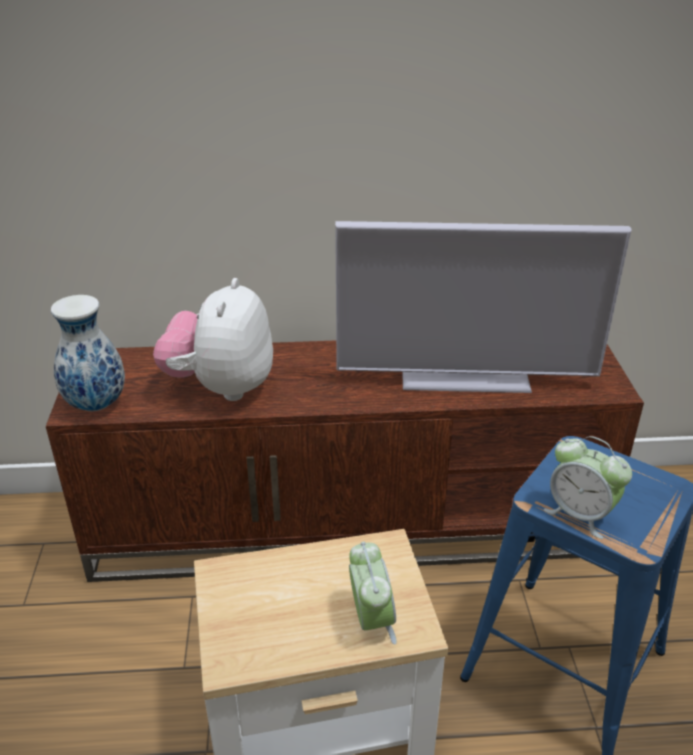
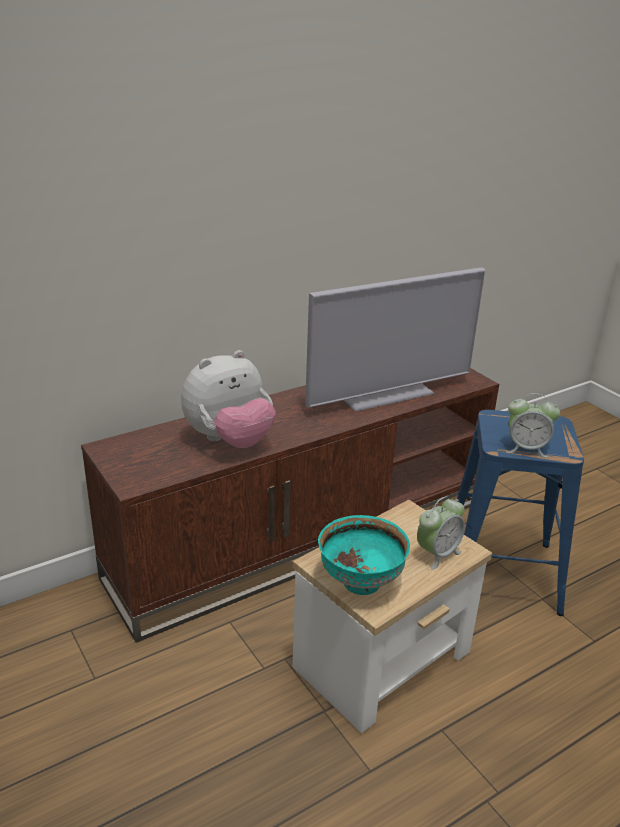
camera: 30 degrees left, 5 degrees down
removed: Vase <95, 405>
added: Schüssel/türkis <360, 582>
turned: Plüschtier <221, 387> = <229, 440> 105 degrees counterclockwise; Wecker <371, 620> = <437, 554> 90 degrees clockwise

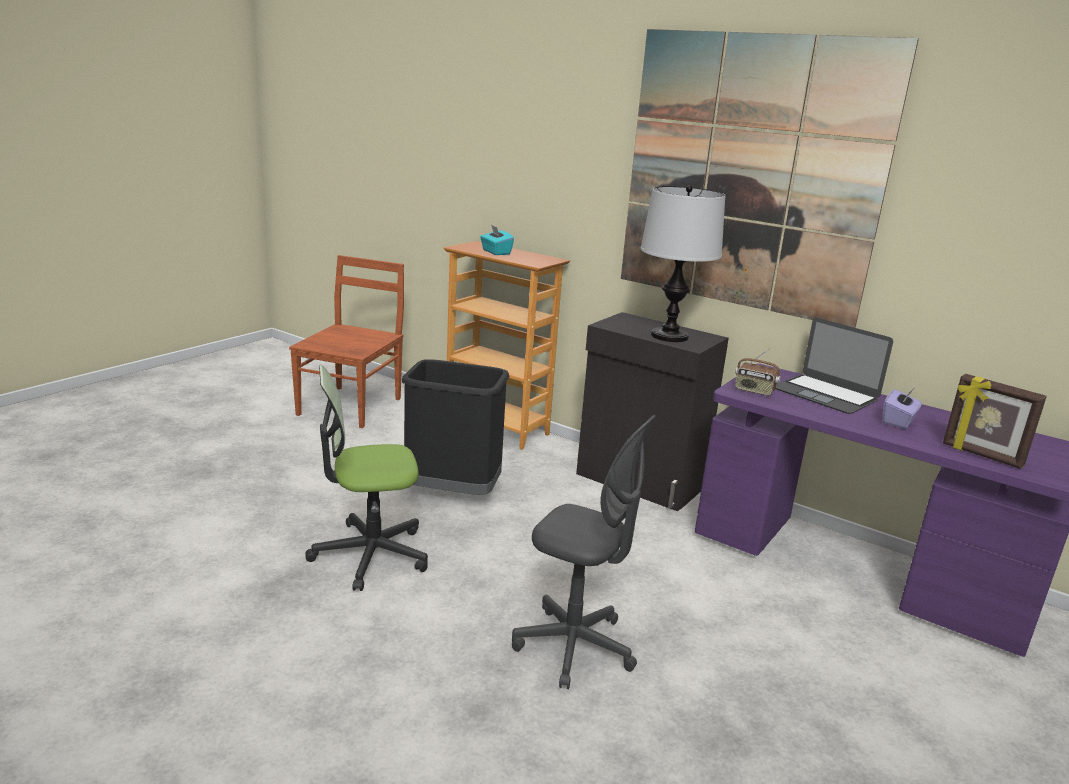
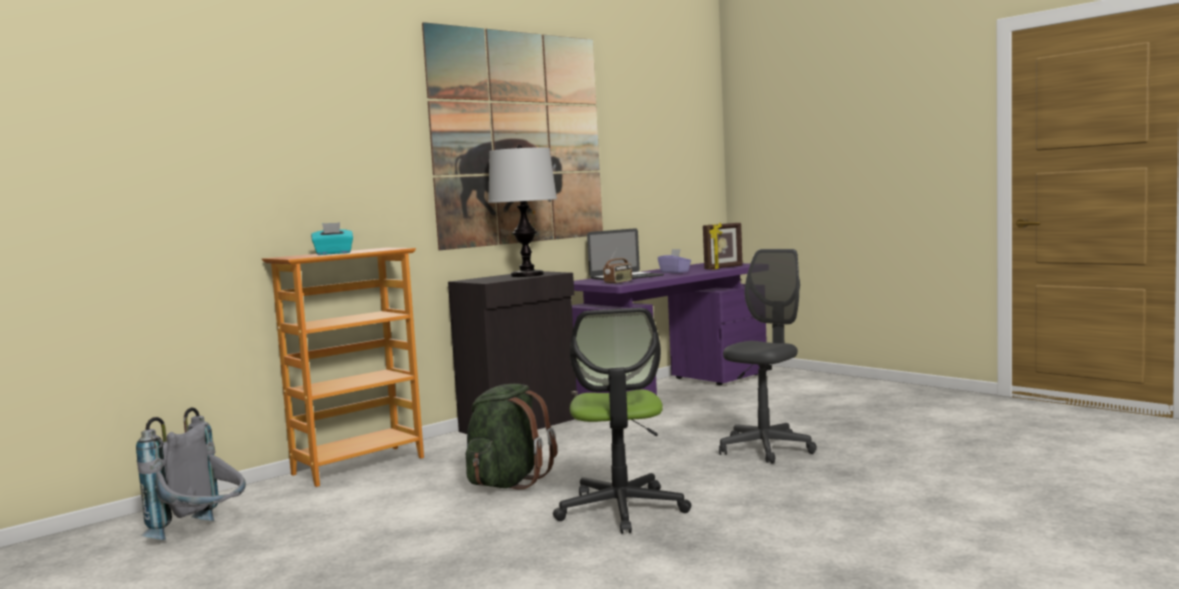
camera: 75 degrees left, 15 degrees down
replaced: Stuhl/braun <351, 405> to Rucksack/grau <203, 535>; Mülleimer/schwarz <452, 493> to Rucksack/grün <507, 482>

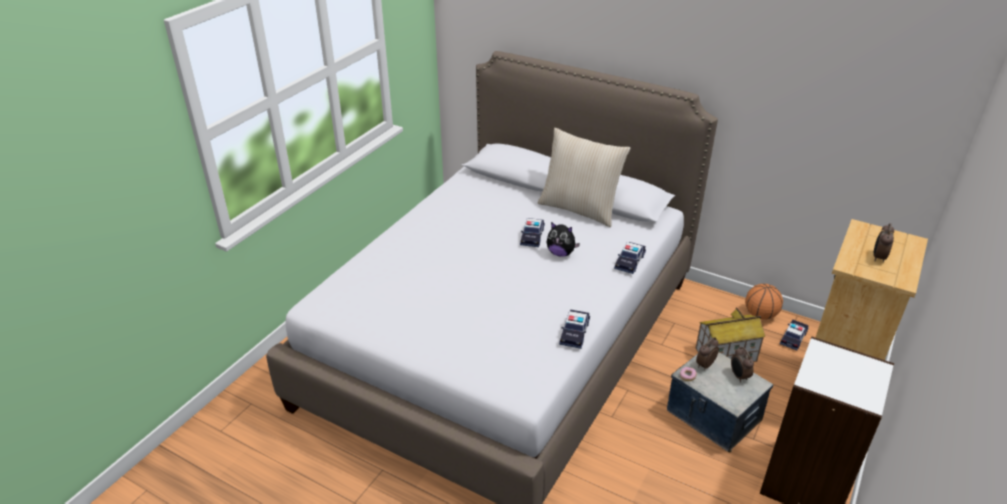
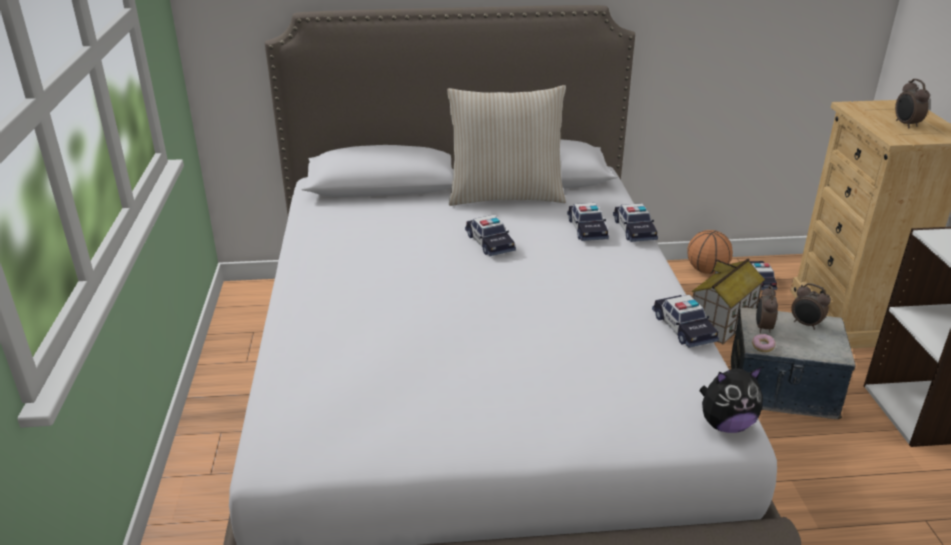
camera: 35 degrees left, 5 degrees down
added: Spielzeugauto <587, 229>
moved: Plüschtier <561, 253> to <725, 424>

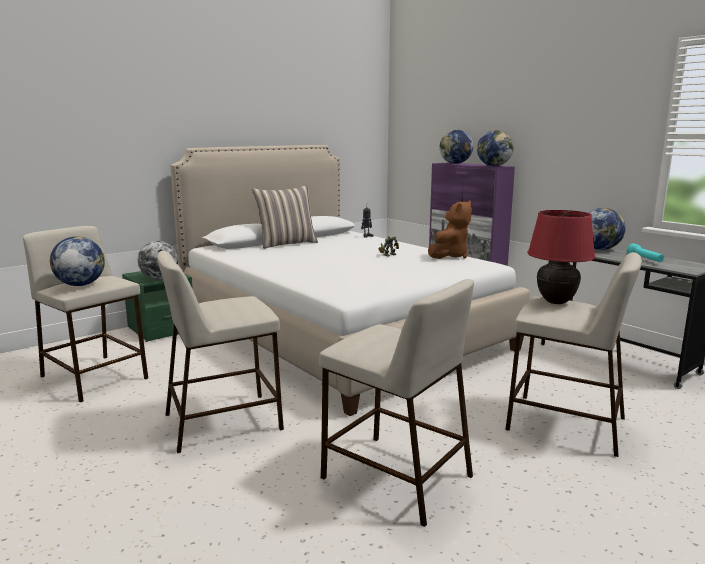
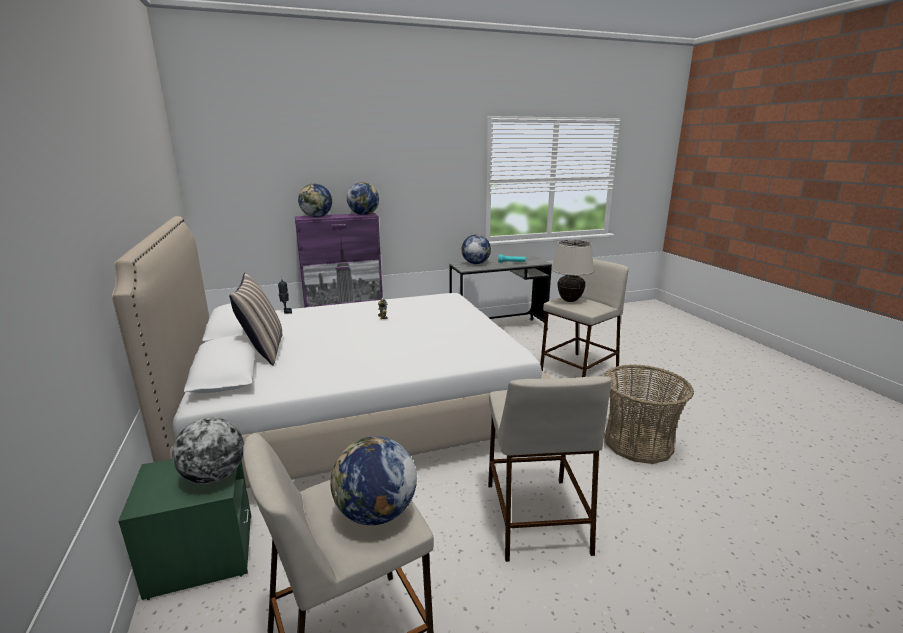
camera: 70 degrees left, 5 degrees up
removed: Plüschtier/braun <449, 256>
replaced: Hocker/beige <394, 476> to Korb <638, 443>
recoloured: Tischlampe/rot <555, 302> to Tischlampe/beige <569, 300>

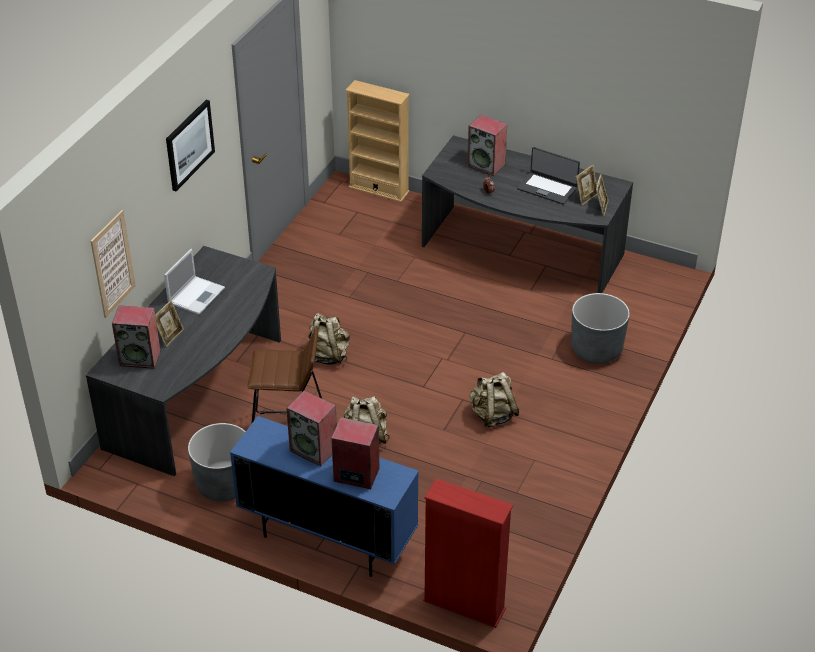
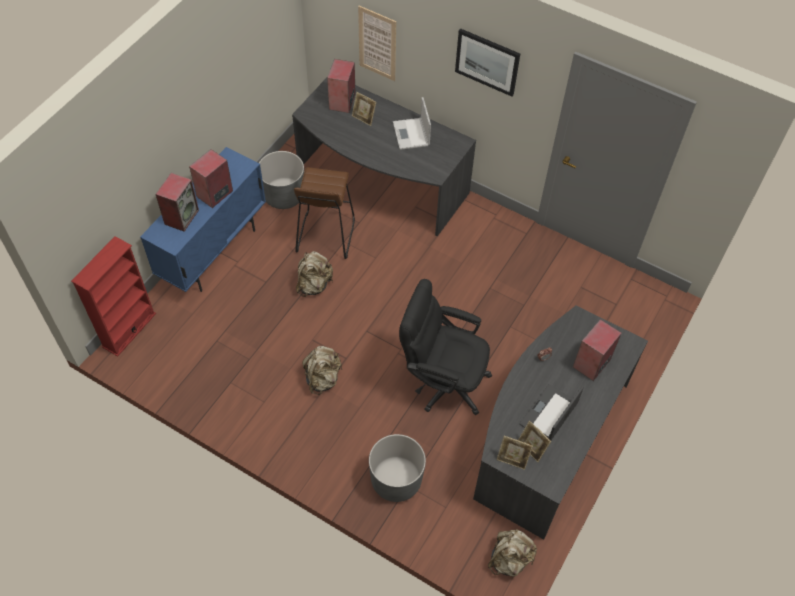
camera: 95 degrees right, 15 degrees up
removed: Bücherregal/beige <379, 189>
added: Bürostuhl/schwarz <442, 380>
moved: Rucksack/beige <328, 355> to <510, 559>
turned: Laptop <197, 295> = <411, 134> 45 degrees clockwise

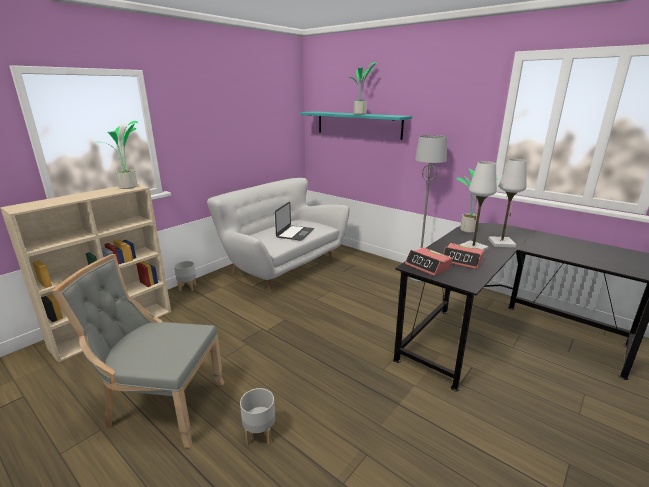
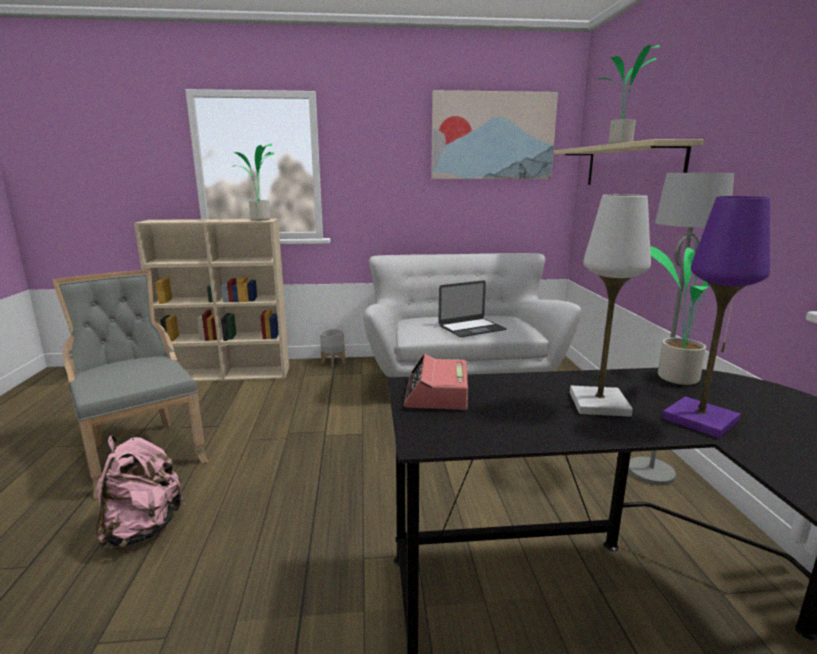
camera: 45 degrees right, 5 degrees down
removed: Wecker <462, 261>
added: Bild <492, 136>
replaced: Pflanzkübel/grau <259, 434> to Rucksack/rosa <143, 529>
recoloured: Wandregal/türkis <358, 124> to Wandregal/beige <631, 166>; Tischlampe/weiß <501, 243> to Tischlampe/lila <700, 420>

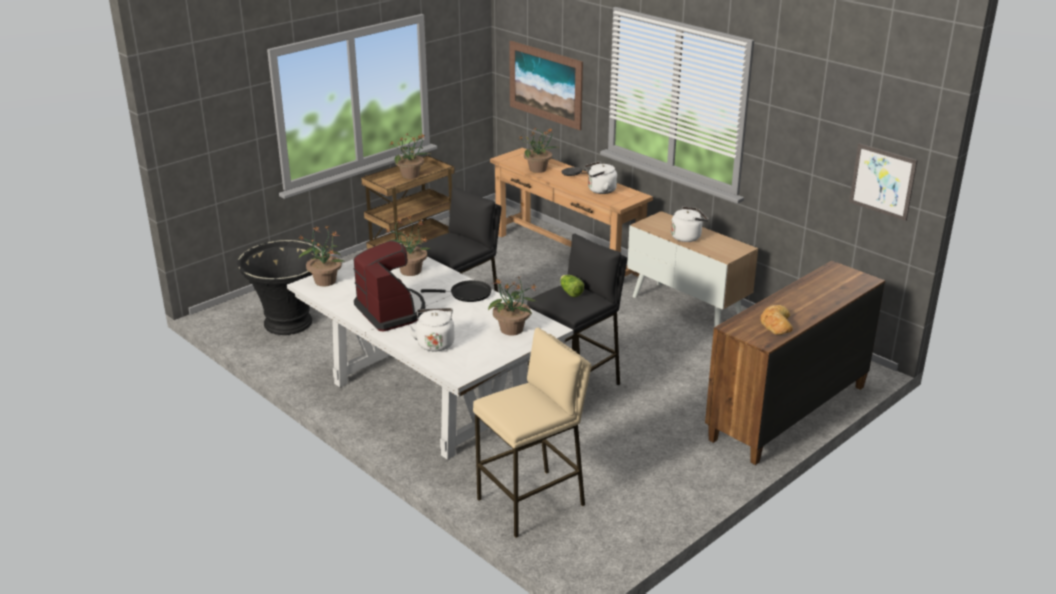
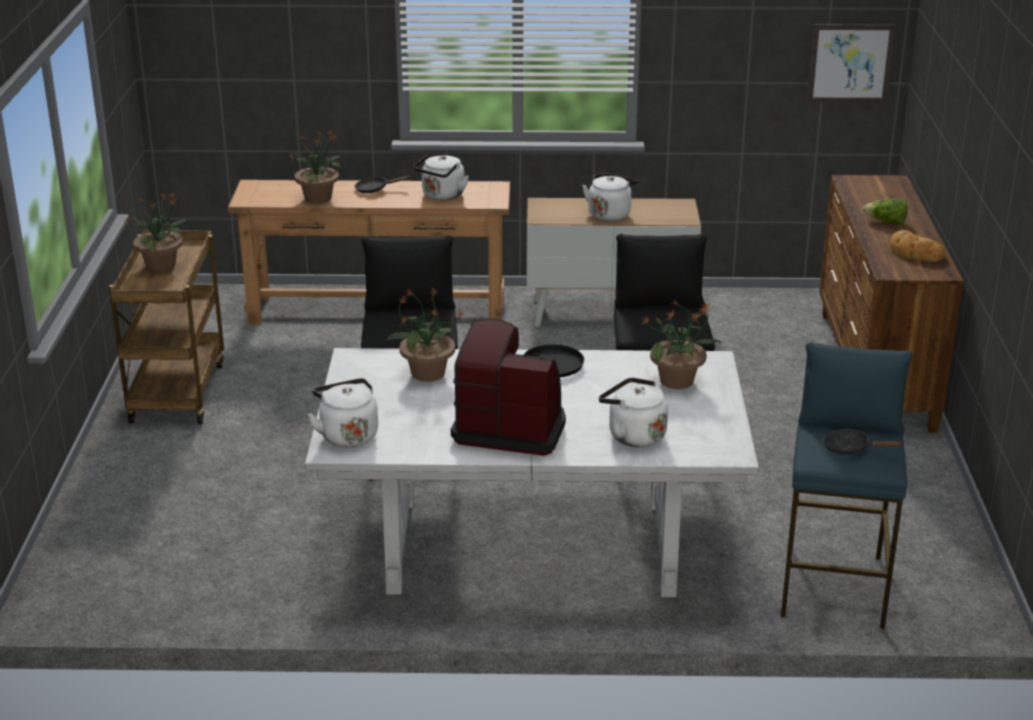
camera: 45 degrees left, 0 degrees up
removed: Pflanzkübel/schwarz <288, 324>; Bild <545, 84>
added: Pfanne/schwarz <851, 448>
moved: Salatkopf <570, 292> to <886, 222>
replaced: Topfpflanze <325, 281> to Wasserkessel/weiß <347, 435>
recoloured: Hocker/beige <532, 502> to Hocker/blau <834, 585>

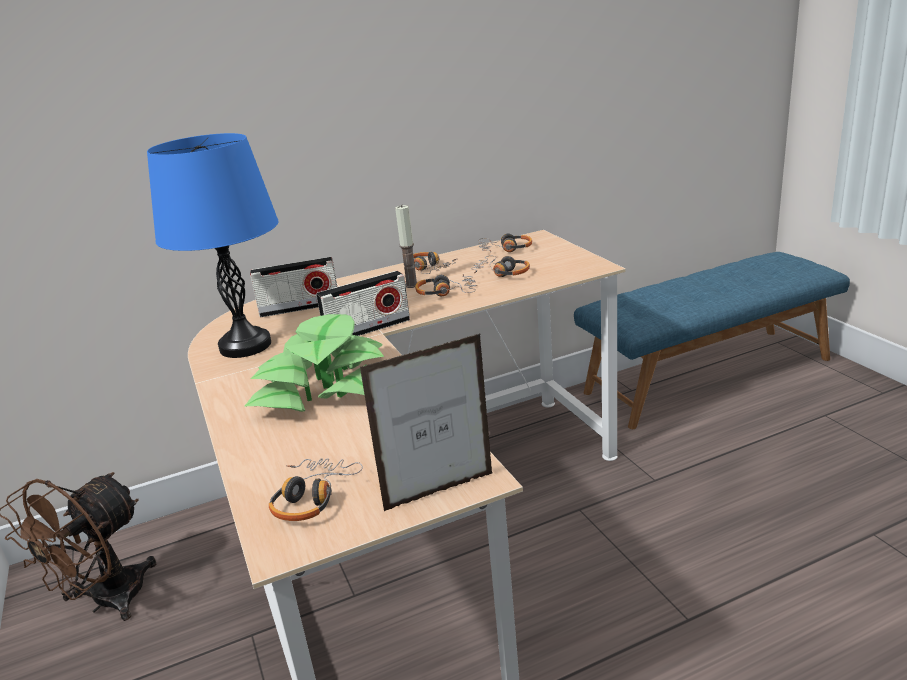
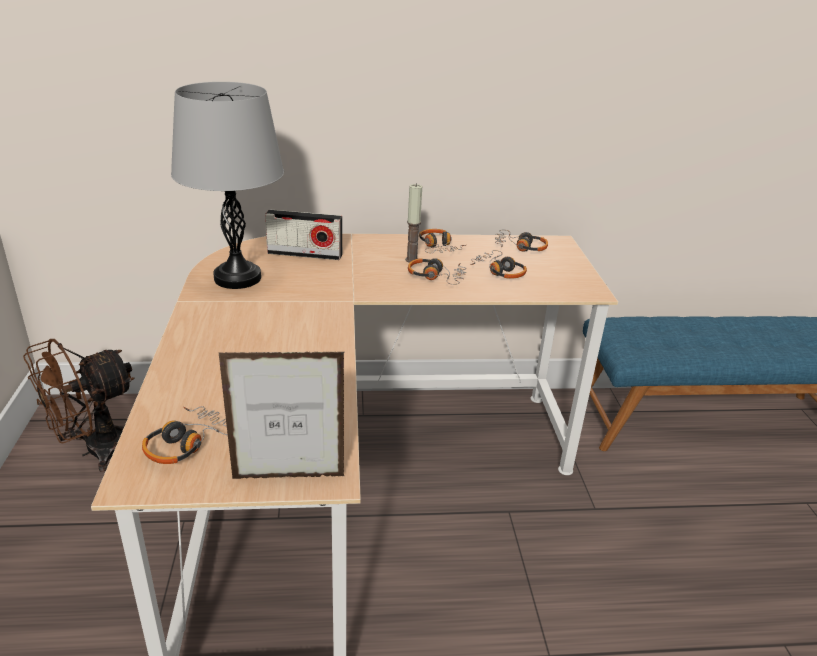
camera: 15 degrees right, 5 degrees up
removed: Topfpflanze <322, 386>; Radio <368, 329>
recoloured: Tischlampe/blau <245, 346> to Tischlampe/grau <237, 278>

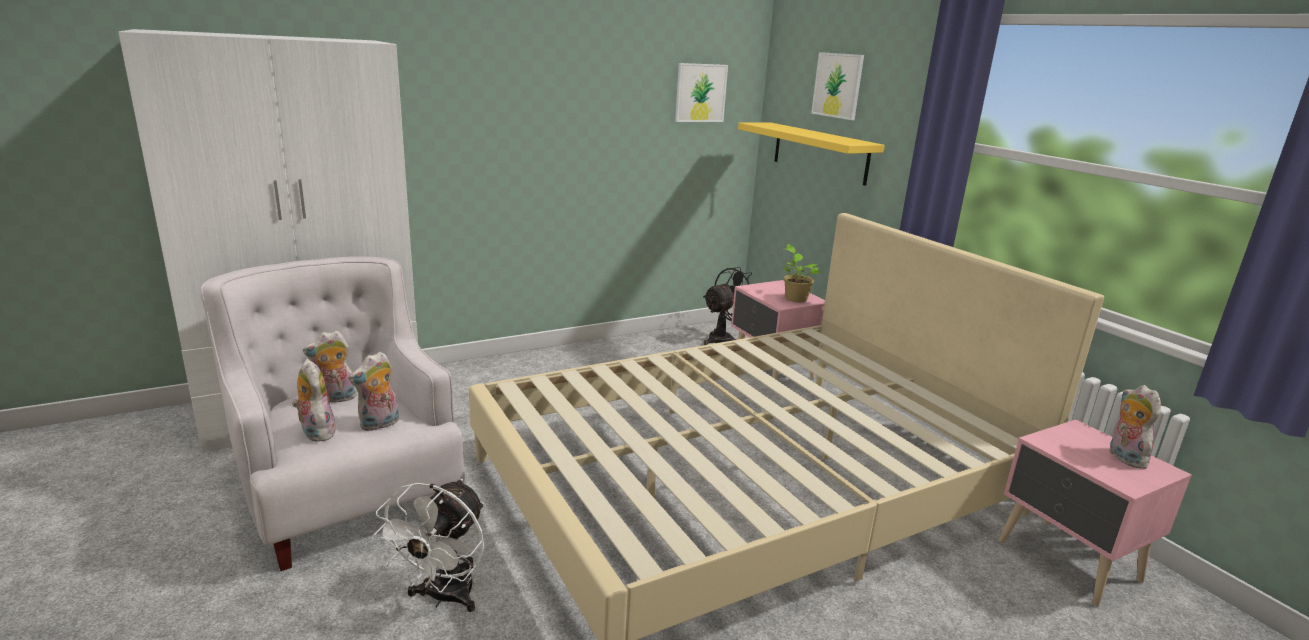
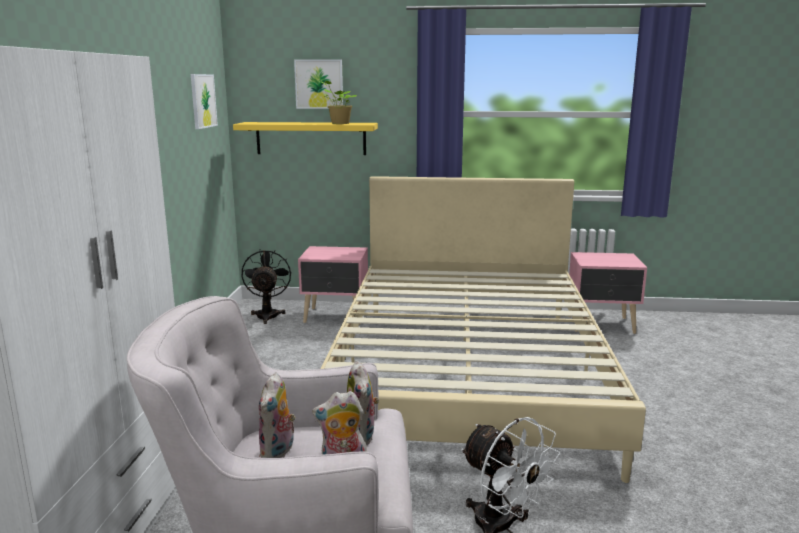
camera: 55 degrees left, 5 degrees down
removed: Plüschtier <1123, 457>
moved: Topfpflanze <795, 298> to <338, 123>

